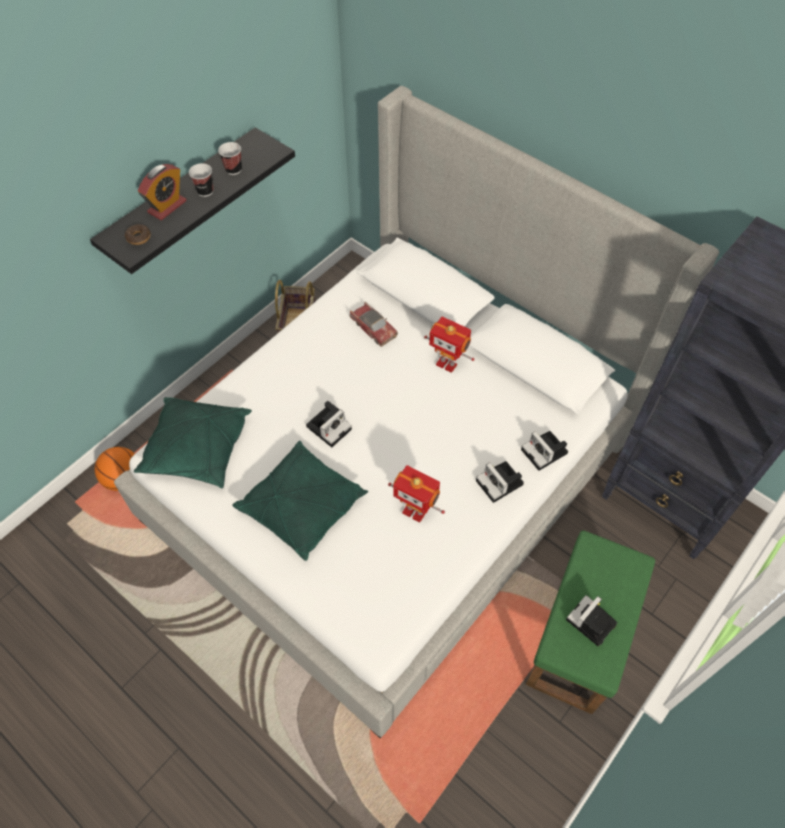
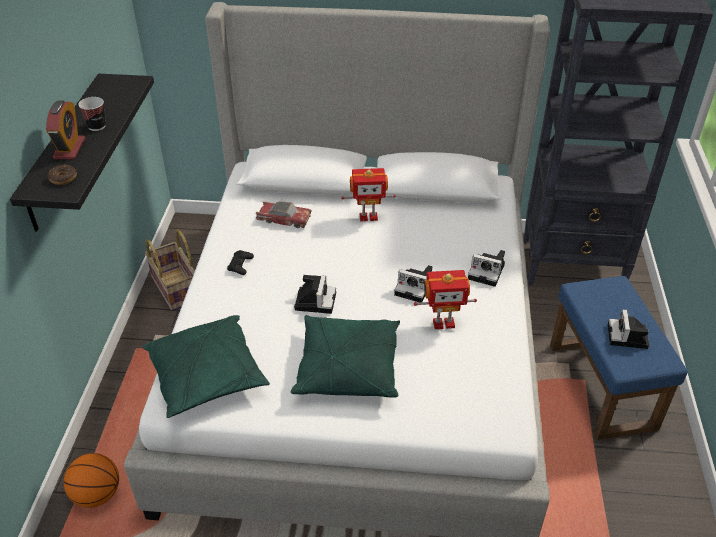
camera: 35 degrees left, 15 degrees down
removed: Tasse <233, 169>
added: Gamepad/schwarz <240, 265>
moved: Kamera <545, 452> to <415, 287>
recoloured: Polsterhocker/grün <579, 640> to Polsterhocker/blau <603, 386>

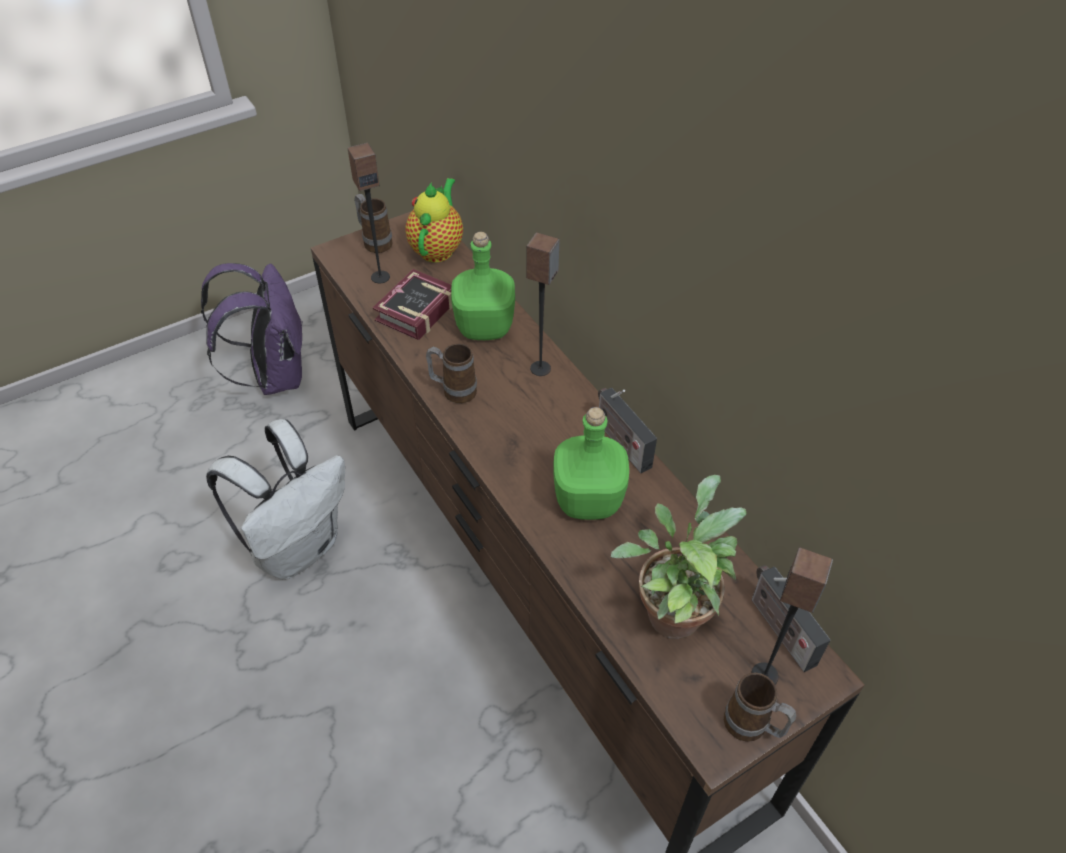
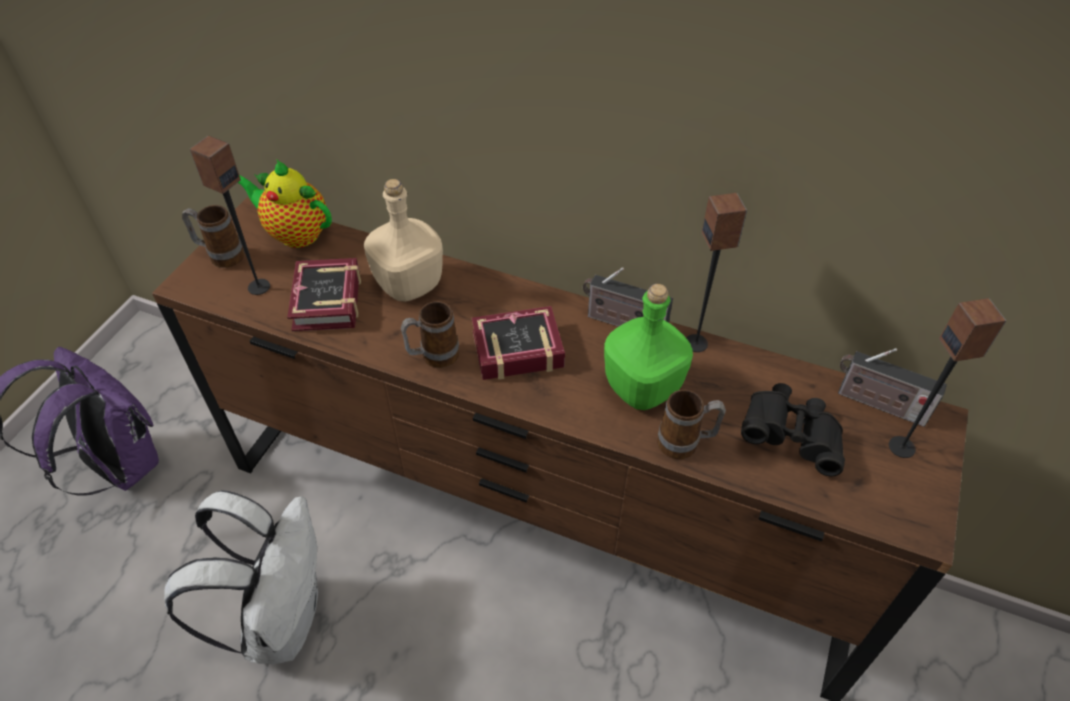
camera: 35 degrees left, 0 degrees up
added: Buch <513, 348>
moved: Henkelbecher <752, 727> to <686, 444>; Lautsprecher <541, 369> to <696, 343>
replaced: Topfpflanze <672, 609> to Fernglas/schwarz <790, 438>
recoloured: Flasche/grün <486, 327> to Flasche/beige <410, 283>
turned: Teekanne <438, 248> = <295, 233> 45 degrees counterclockwise

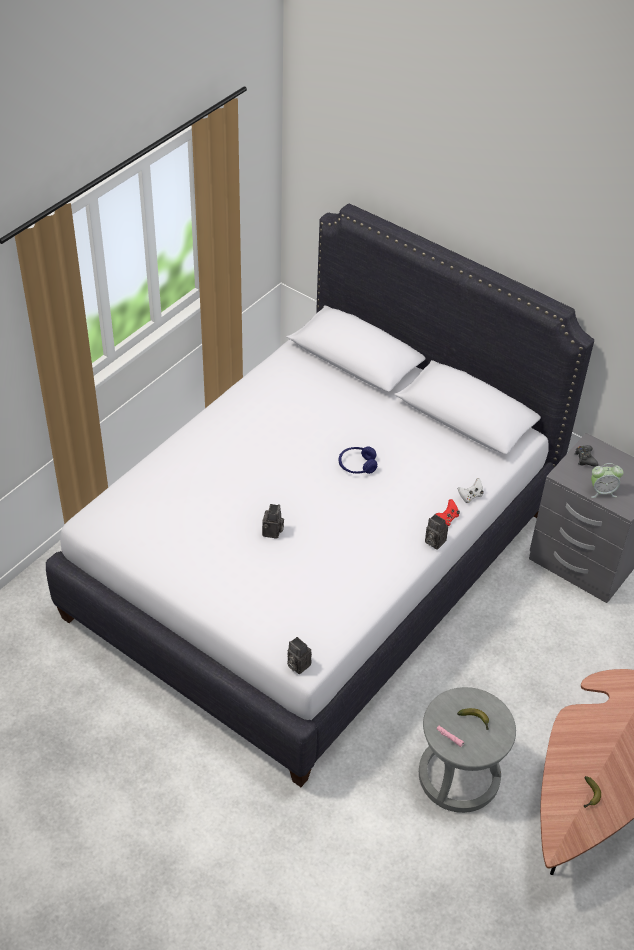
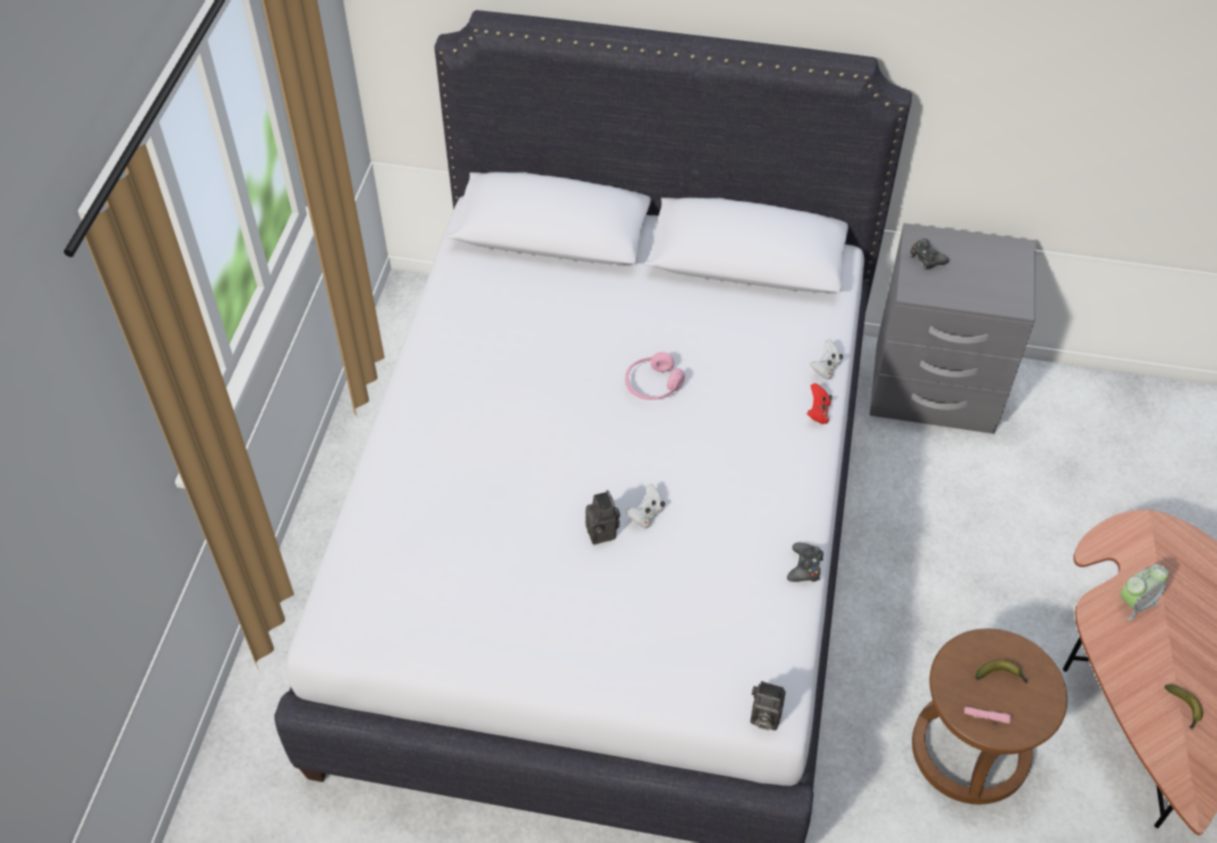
camera: 25 degrees left, 5 degrees up
removed: Kamera <433, 541>
added: Gamepad/weiß <646, 514>; Gamepad/schwarz <805, 567>
moved: Wecker <602, 491> to <1135, 603>
recoloured: Kopfhörer/blau <357, 465> to Kopfhörer/rosa <653, 385>; Hocker/grau <458, 776> to Hocker/braun <969, 750>

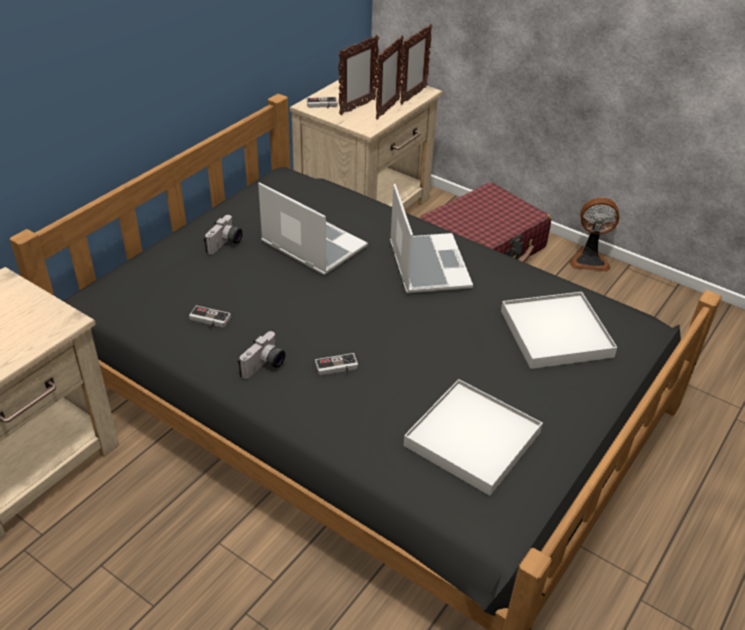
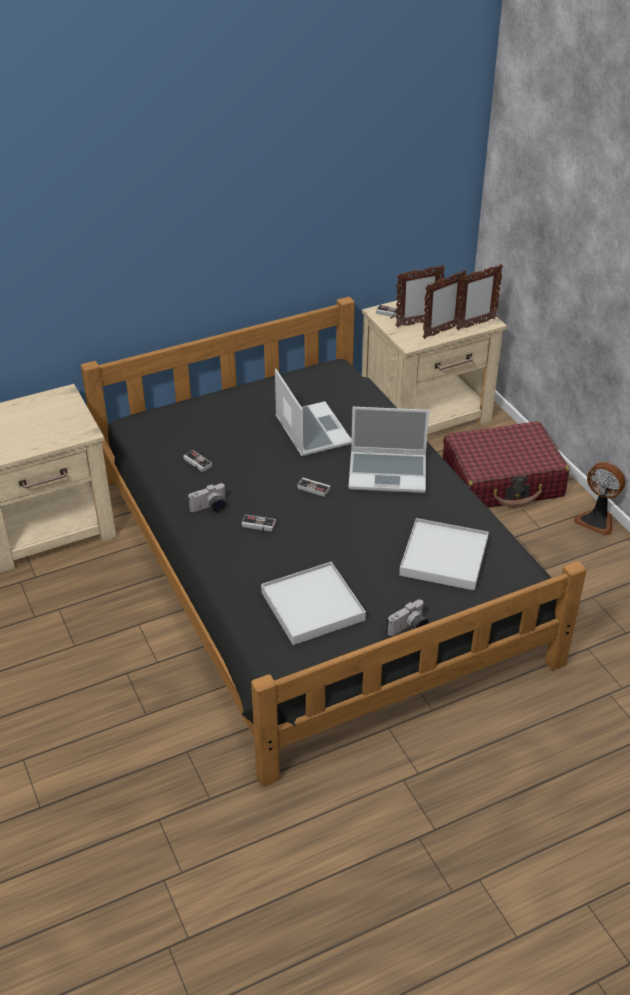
camera: 30 degrees right, 0 degrees up
added: Gamepad <315, 487>
moved: Kamera <226, 244> to <409, 628>
turned: Laptop <427, 264> = <388, 473> 75 degrees clockwise

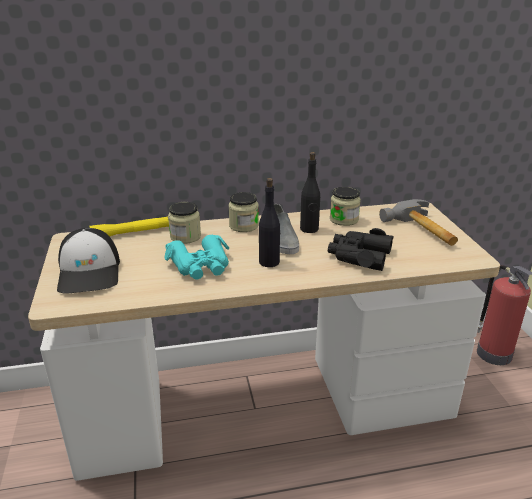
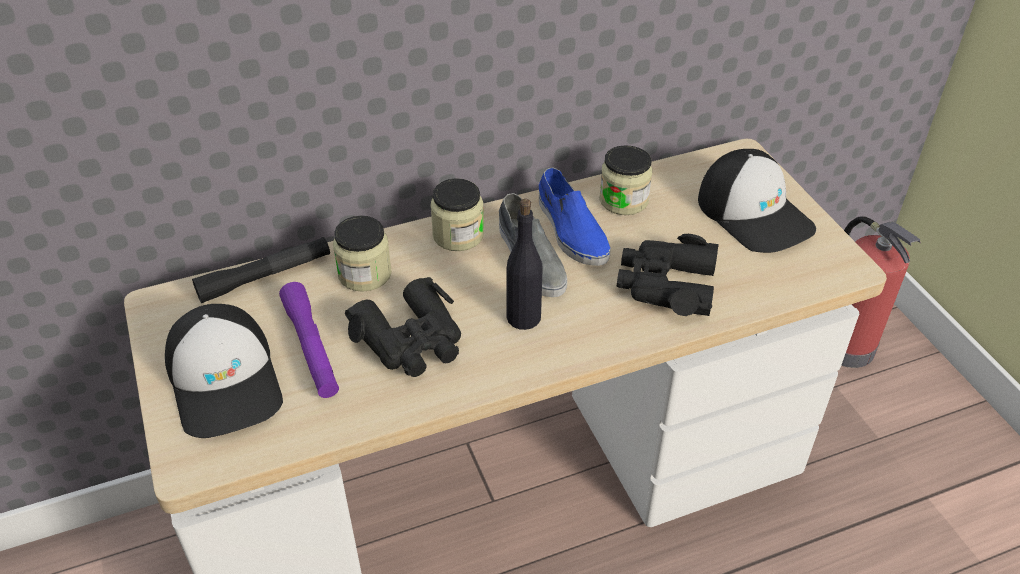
camera: 10 degrees left, 15 degrees up
added: Taschenlampe/lila <311, 347>
replaced: Flasche/schwarz <309, 229> to Schuh/blau <571, 230>; Hammer <422, 231> to Kappe <755, 213>
recoloured: Taschenlampe/gelb <131, 233> to Taschenlampe/schwarz <265, 277>; Fernglas/türkis <200, 265> to Fernglas/schwarz <411, 340>

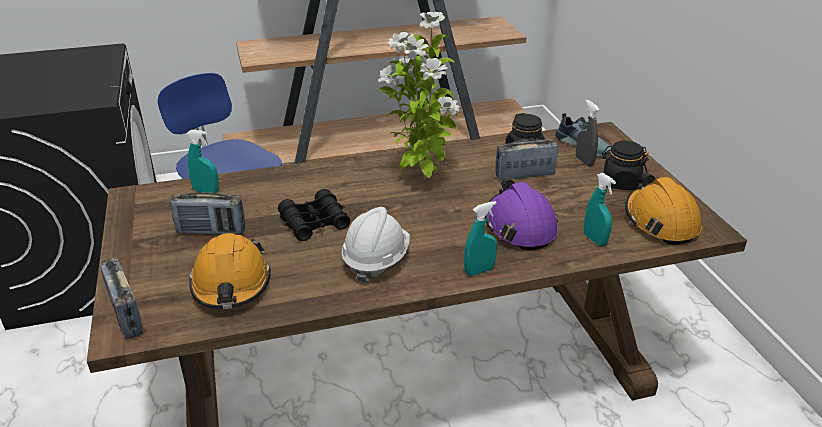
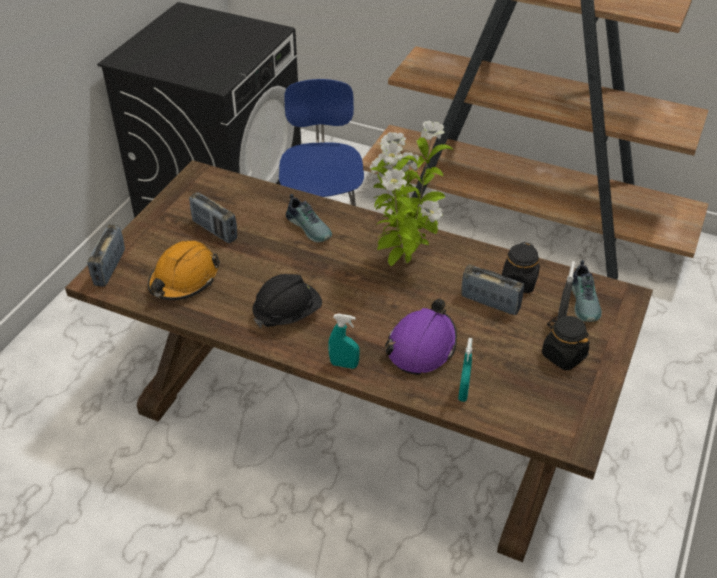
camera: 40 degrees right, 10 degrees up
removed: Sprühflasche/türkis <206, 191>; Fernglas/schwarz <314, 223>; Schutzhelm/orange <660, 221>
added: Schuh <310, 227>
recoloured: Schutzhelm/weiß <376, 260> to Schutzhelm/schwarz <287, 314>

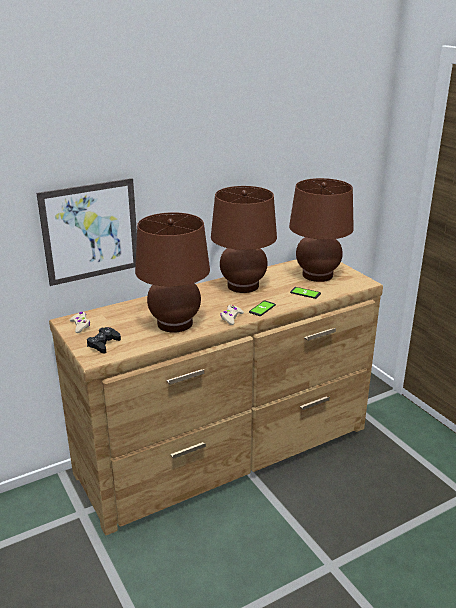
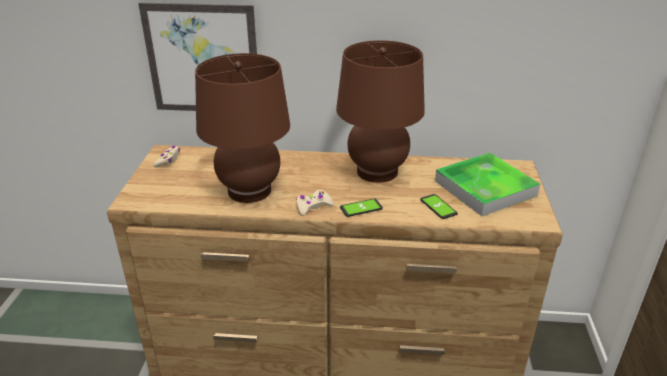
camera: 35 degrees right, 5 degrees up
removed: Gamepad/schwarz <103, 344>
replaced: Tischlampe/braun <317, 275> to Tablett <485, 188>

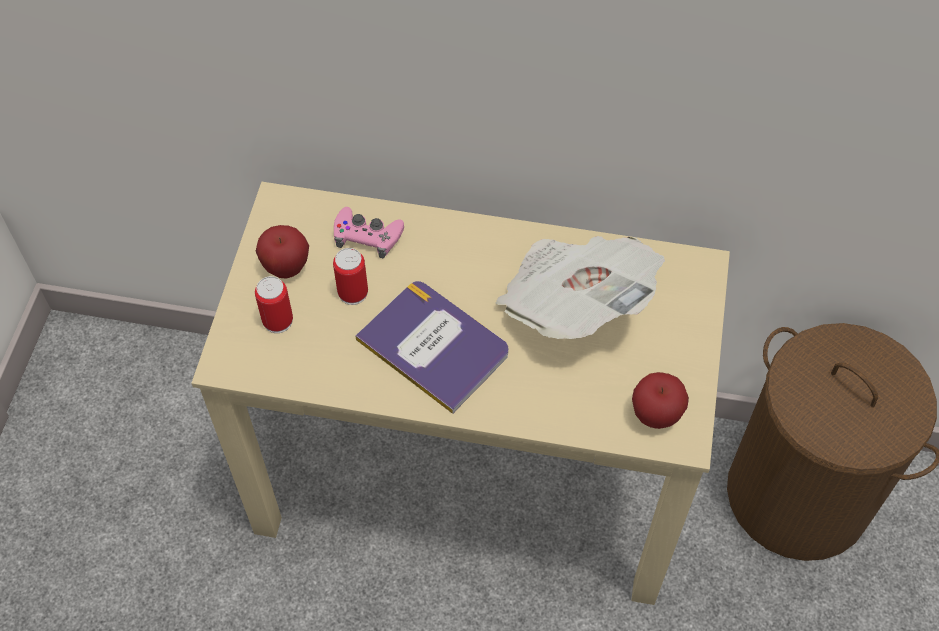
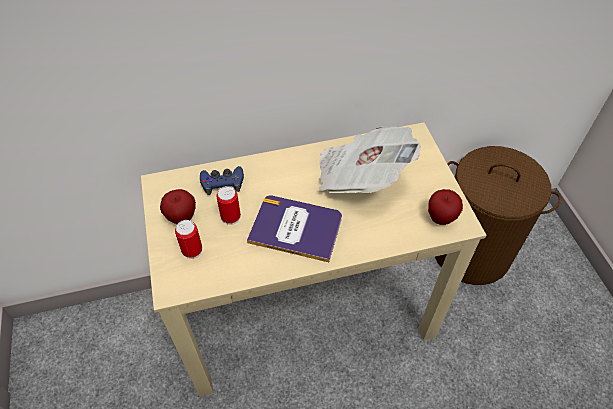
camera: 25 degrees left, 5 degrees down
recoloured: Gamepad/rosa <367, 236> to Gamepad/blau <222, 183>

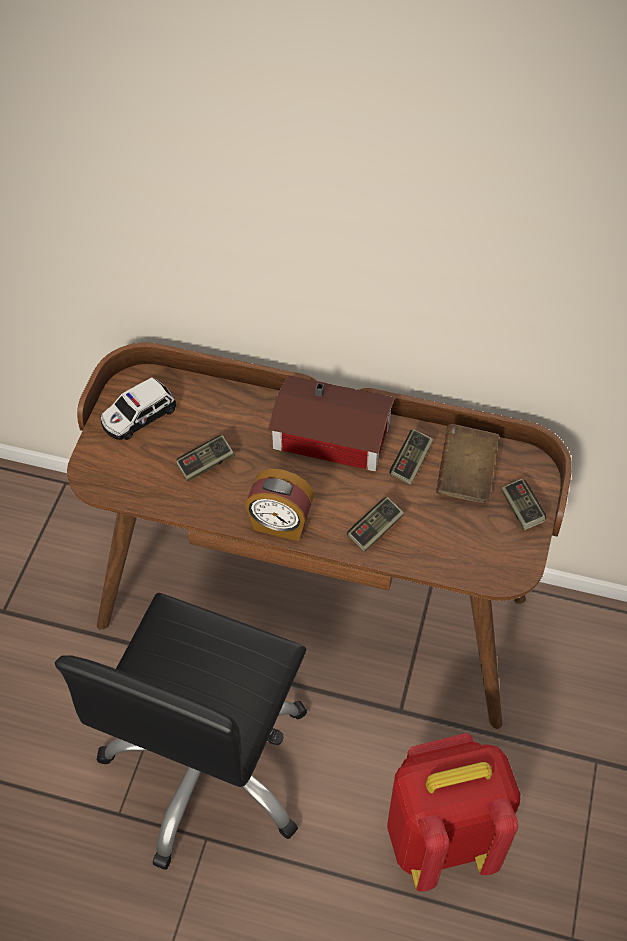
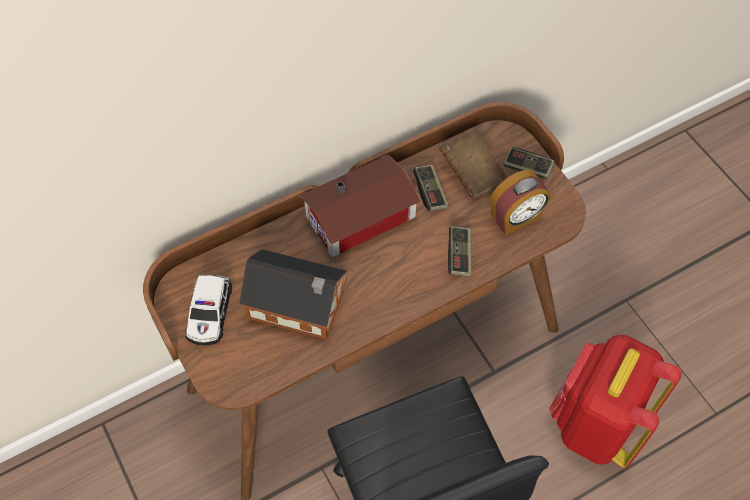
camera: 45 degrees left, 5 degrees up
moved: Wecker <280, 524> to <516, 218>
replaced: Gamepad <205, 464> to Spielzeughaus <299, 306>

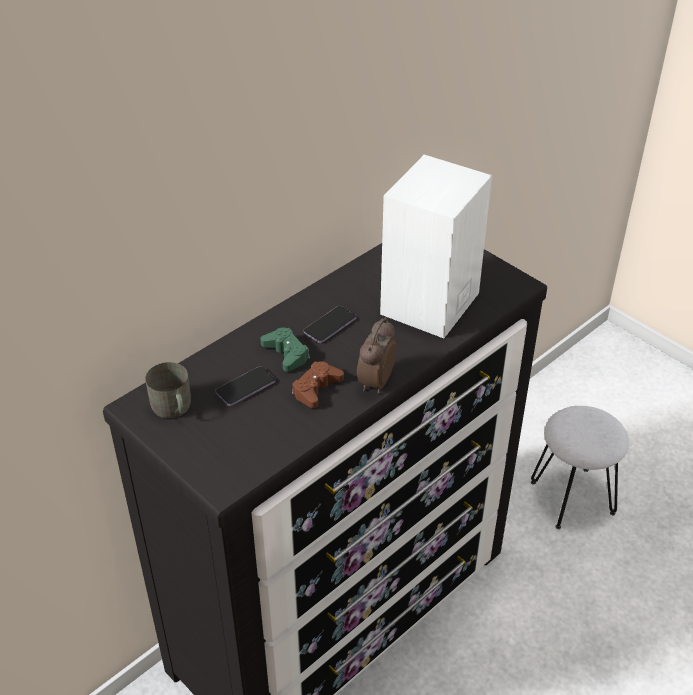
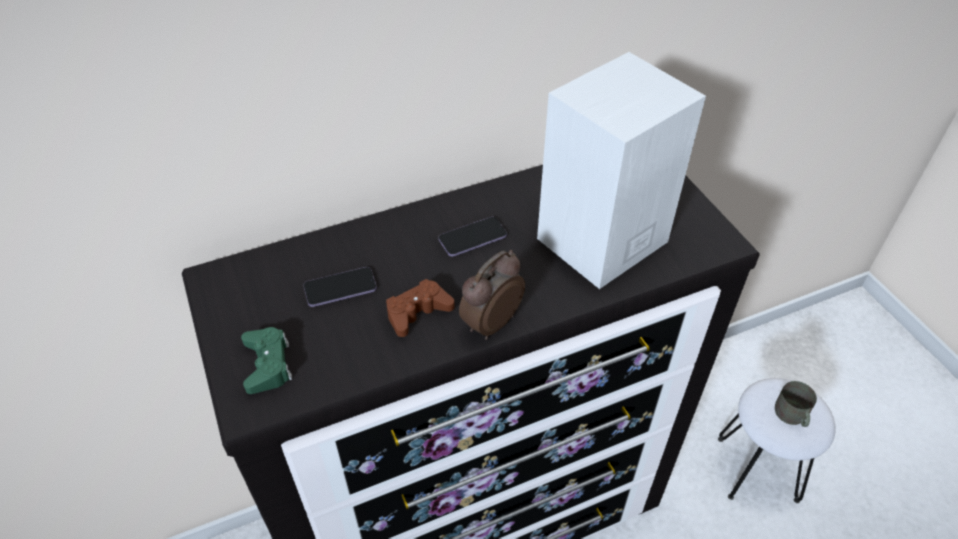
camera: 20 degrees right, 5 degrees up
moved: Gamepad/grün <286, 354> to <268, 364>; Henkelbecher/grau <173, 408> to <791, 416>

